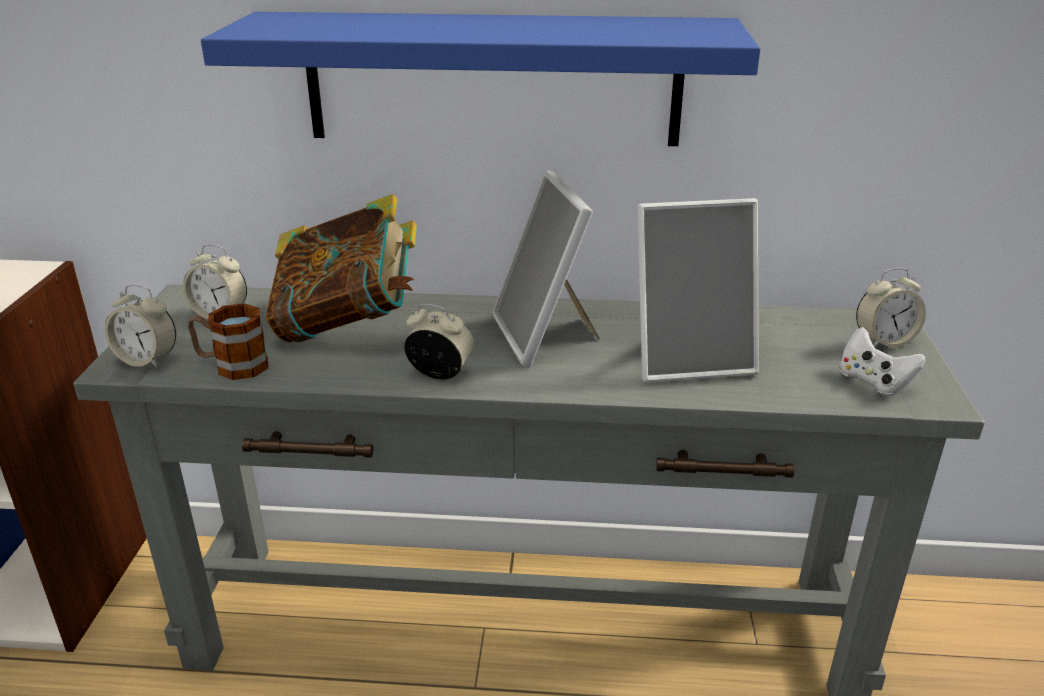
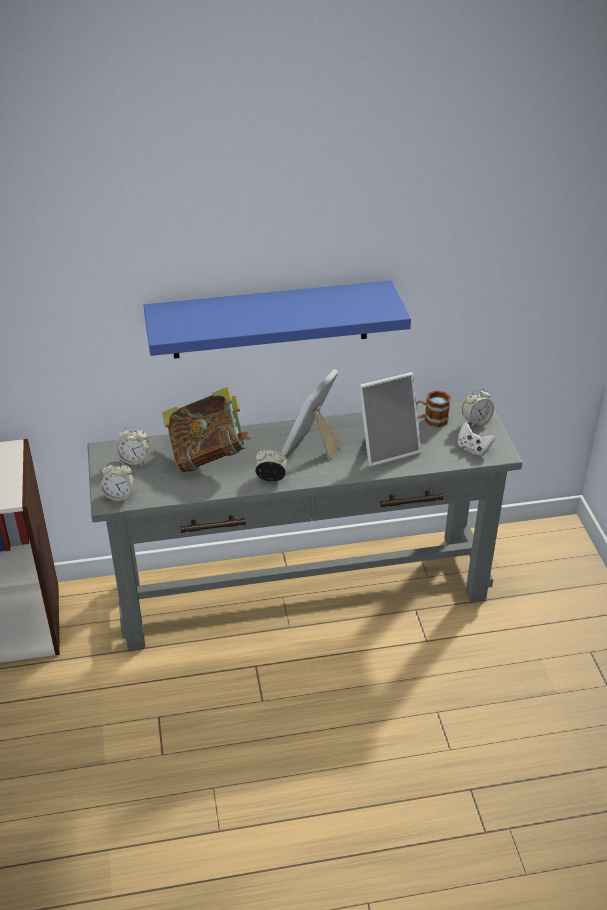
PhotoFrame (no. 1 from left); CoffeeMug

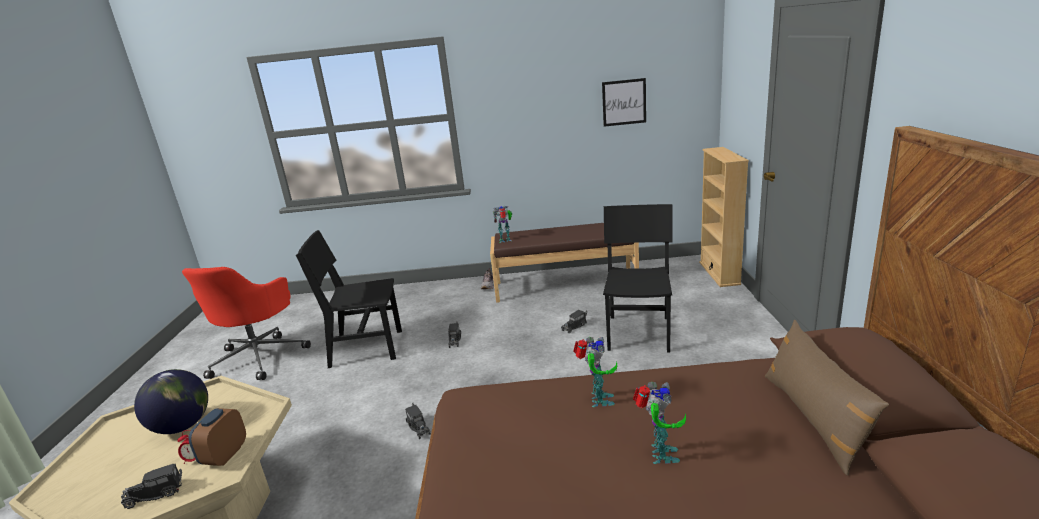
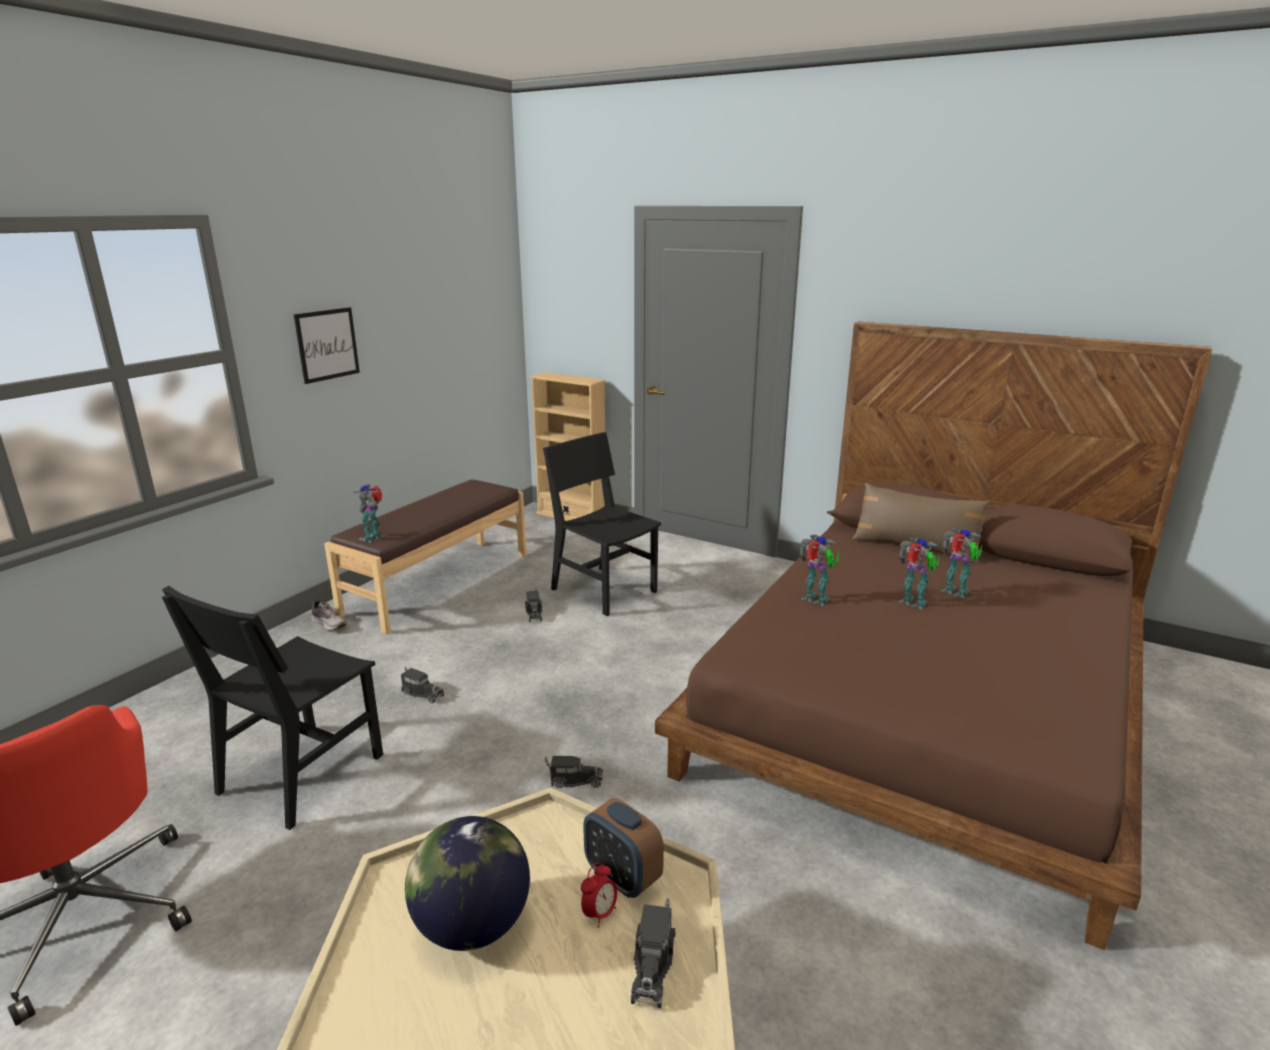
WallPicture; ModelRobot (no. 4 from left)

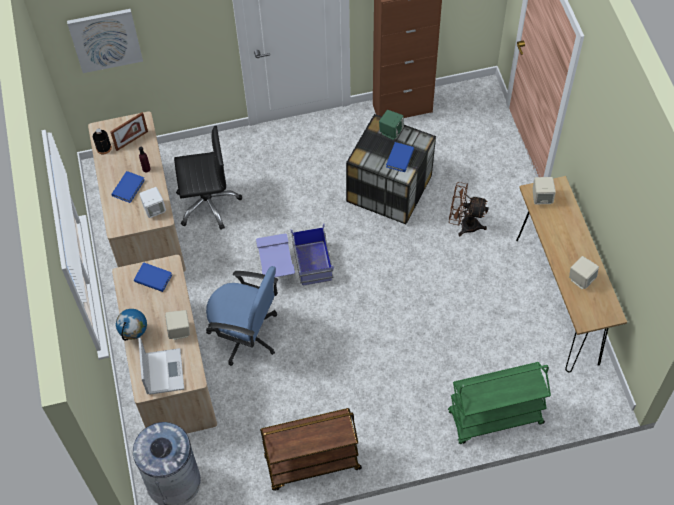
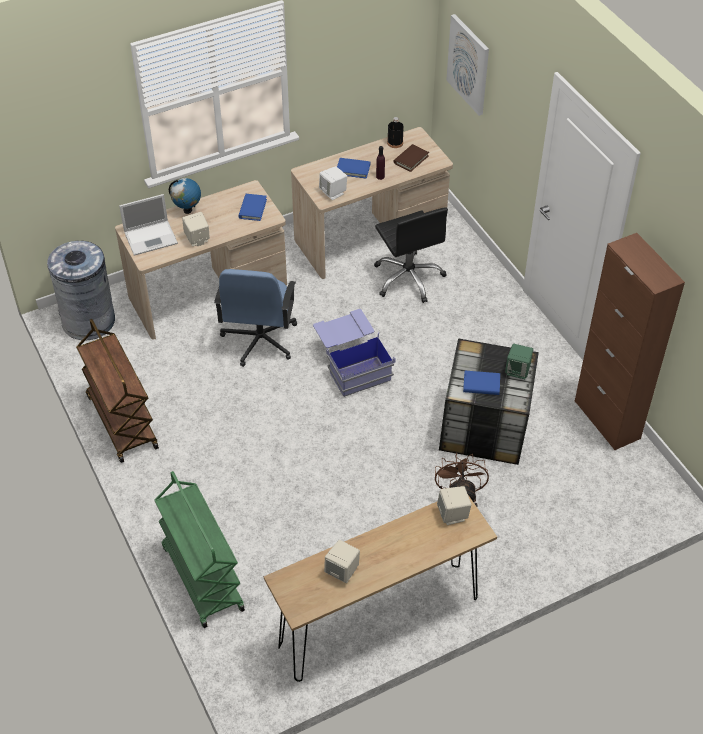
BrownVolume

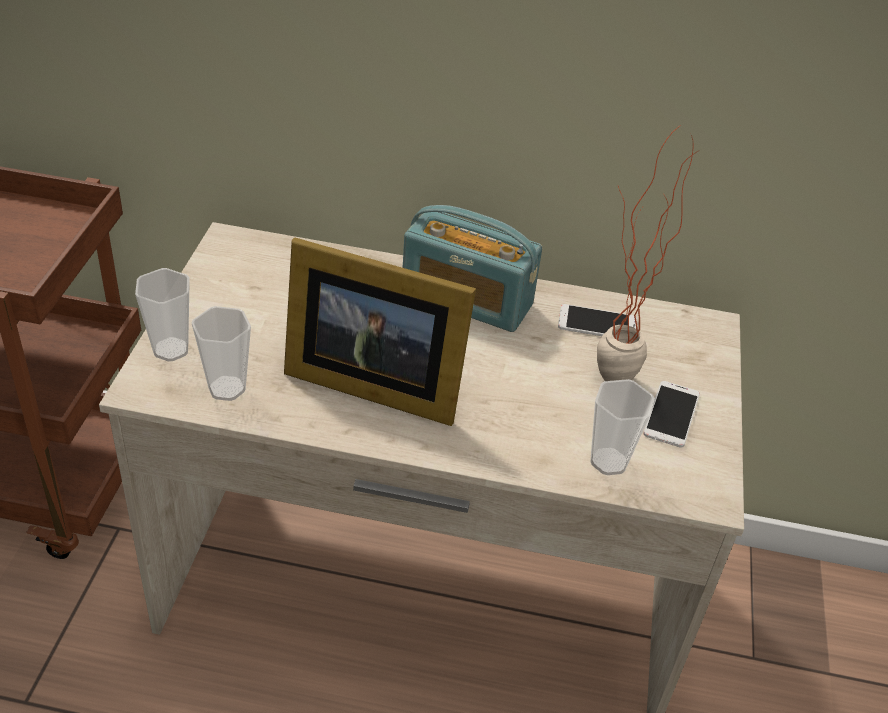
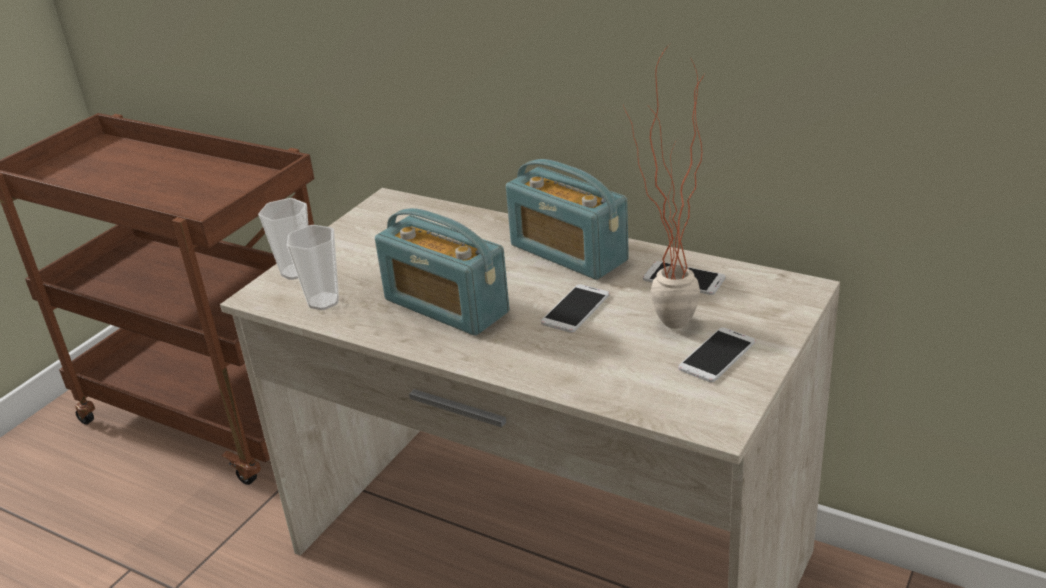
RadioSet (no. 1 from left); Handset (no. 1 from left); Cup (no. 3 from left in the first image)

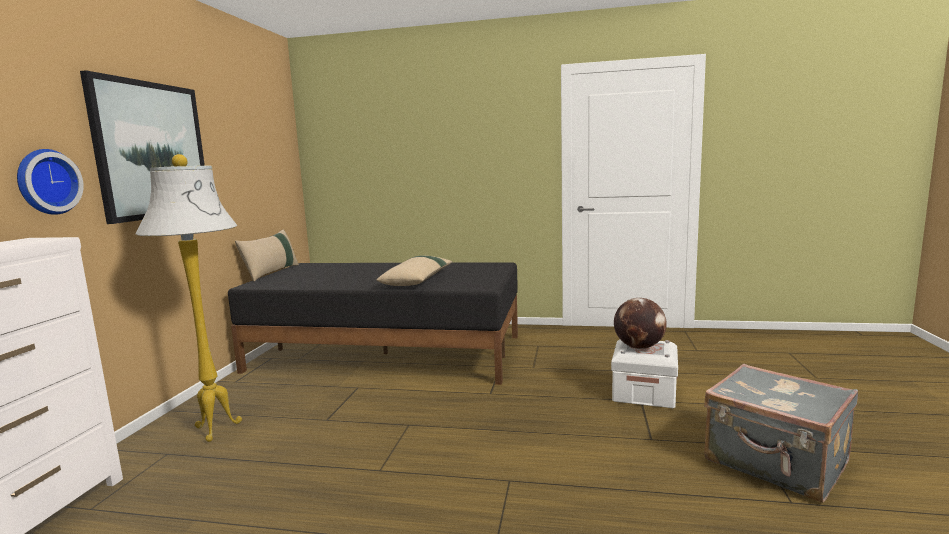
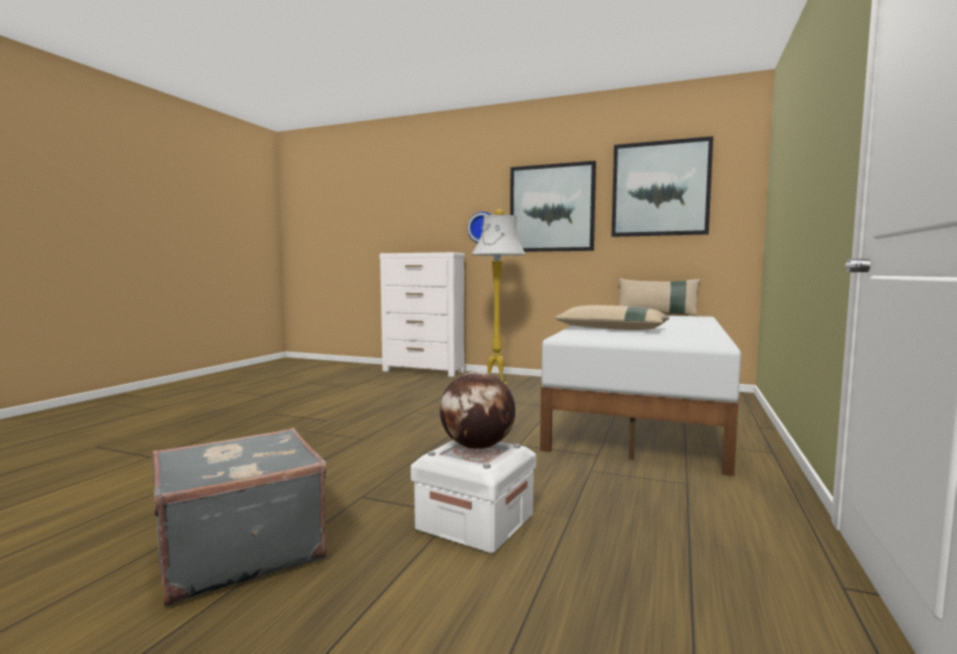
WhiteSleepingBed; WallPicture (no. 2 from left)

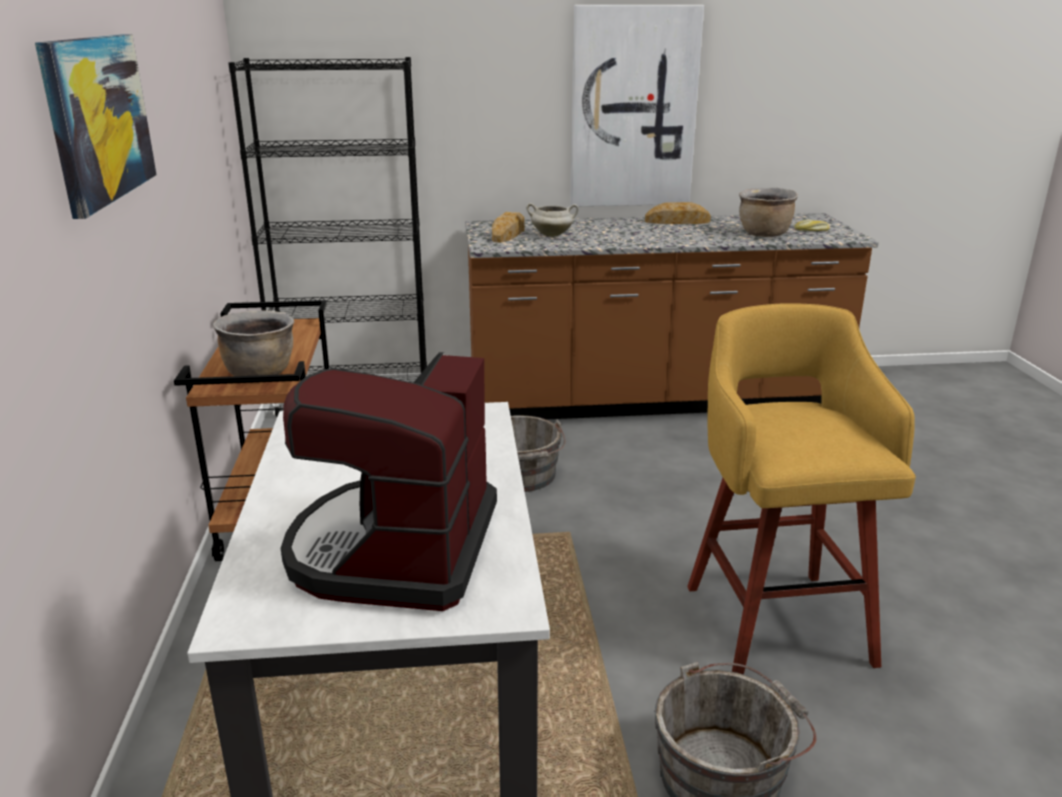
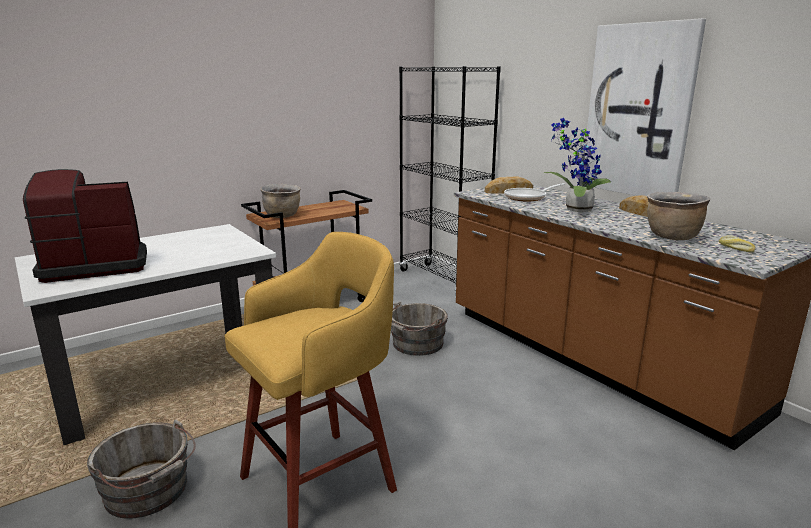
Pan; Houseplant; WallPicture (no. 1 from left in the first image)

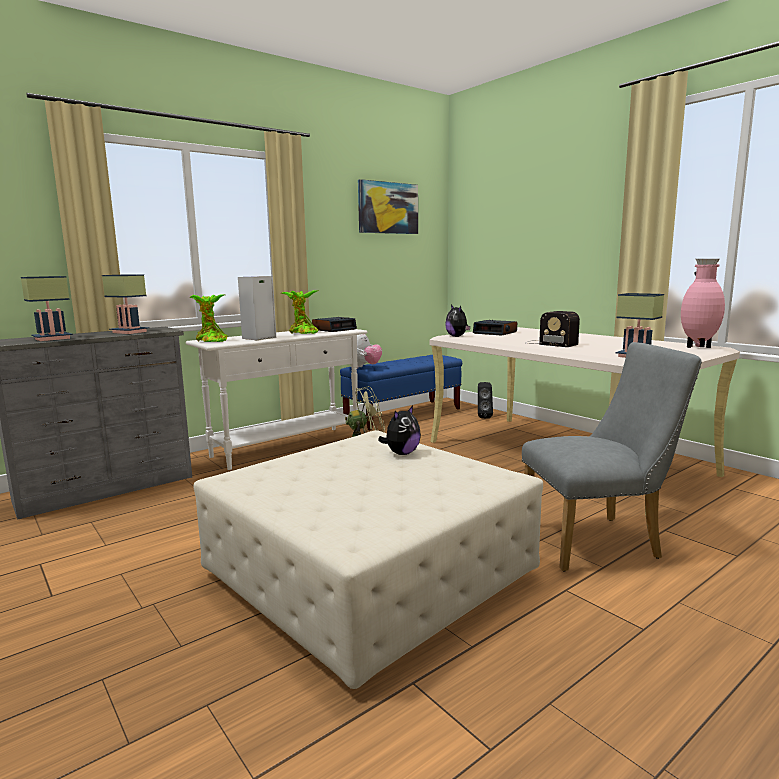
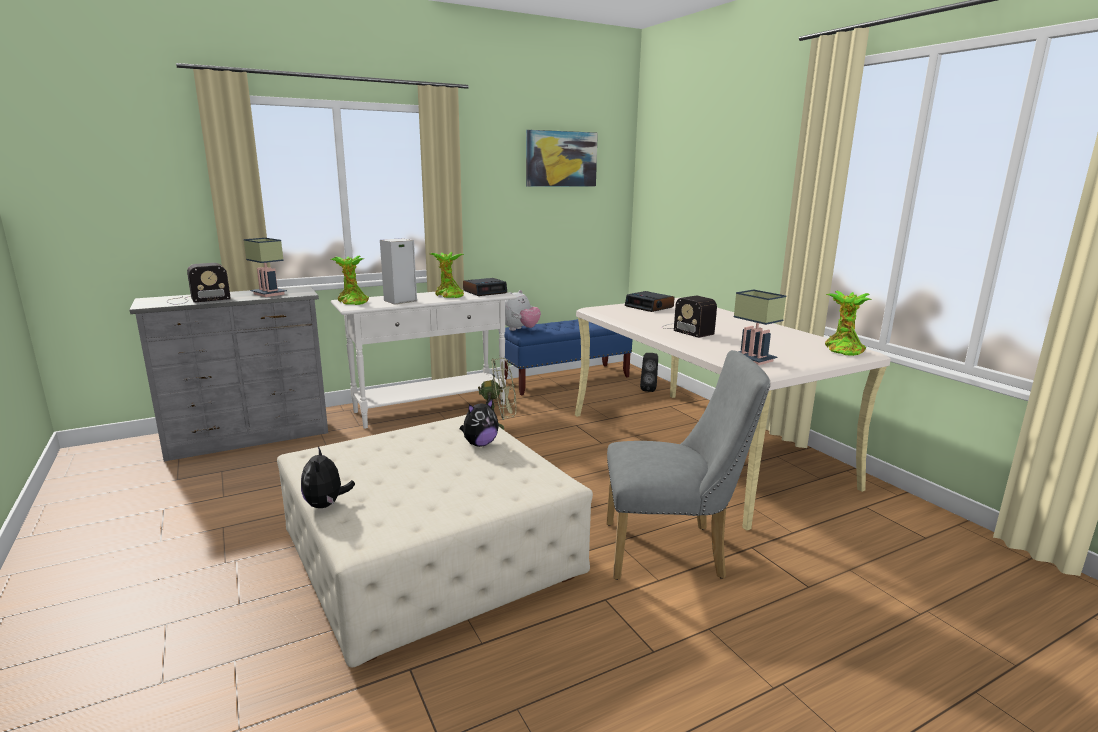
RadioSet (no. 1 from left); SoftToy (no. 1 from left); Houseplant (no. 3 from left)

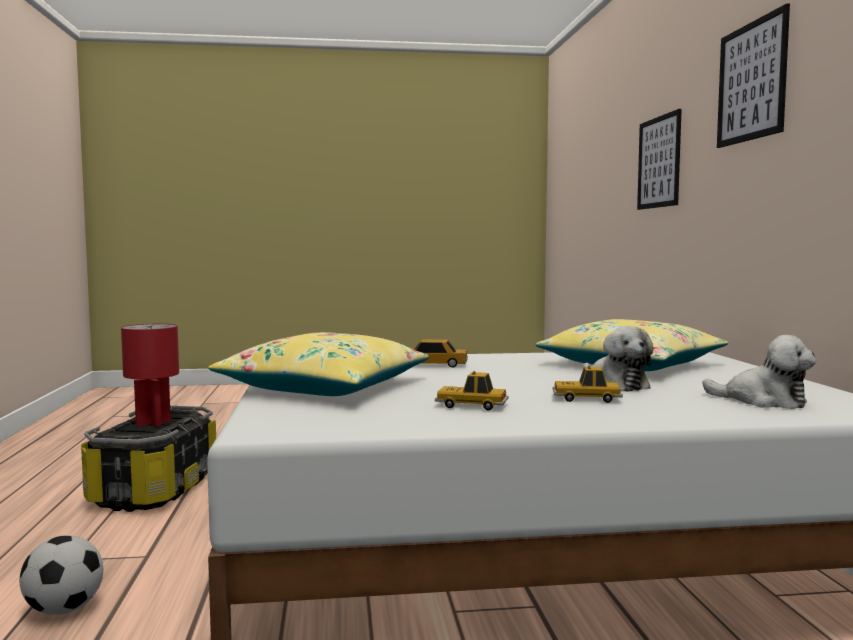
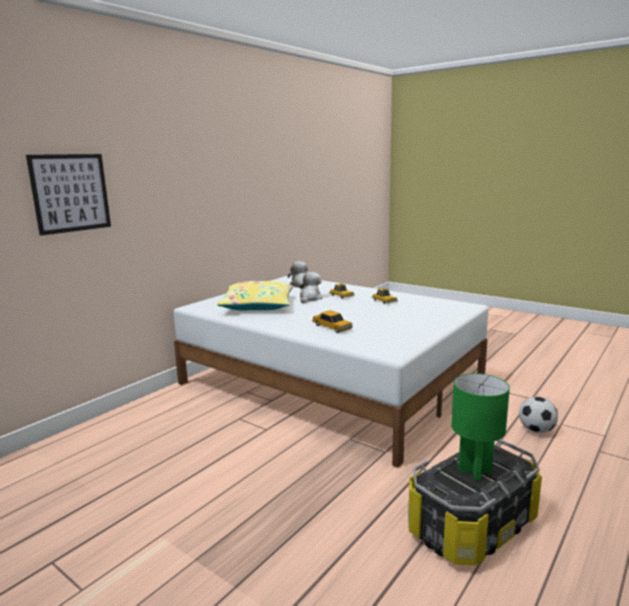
GreenColouredTableLamp; YellowishCushion (no. 1 from left in the first image); WallPicture (no. 2 from left in the first image)

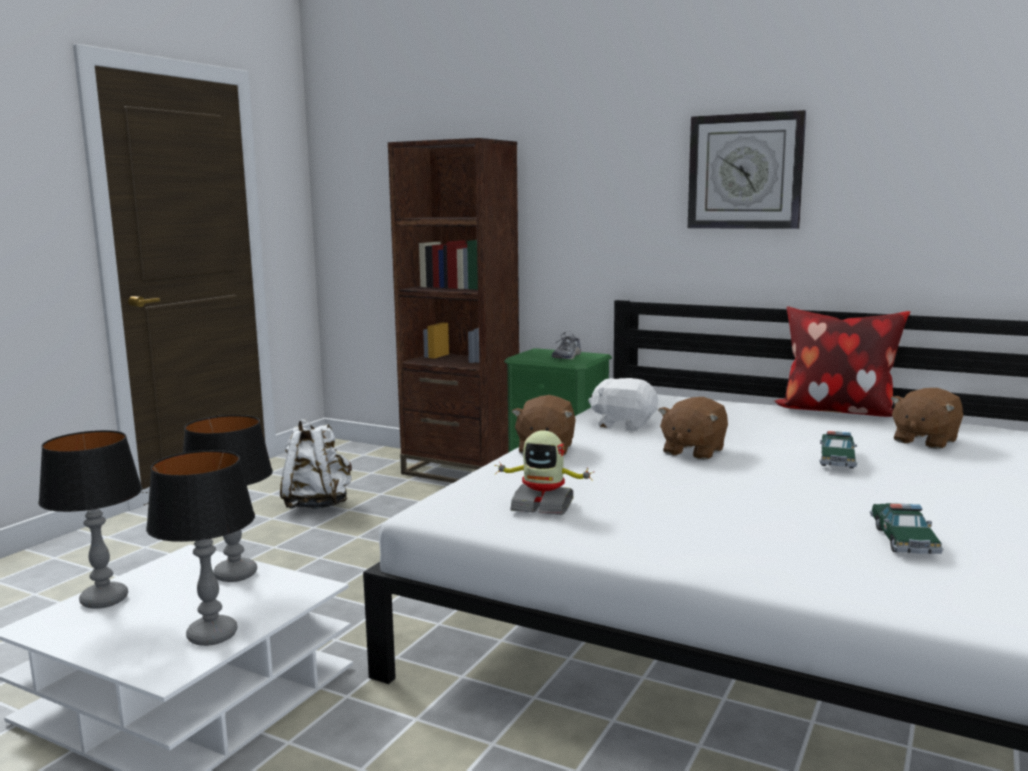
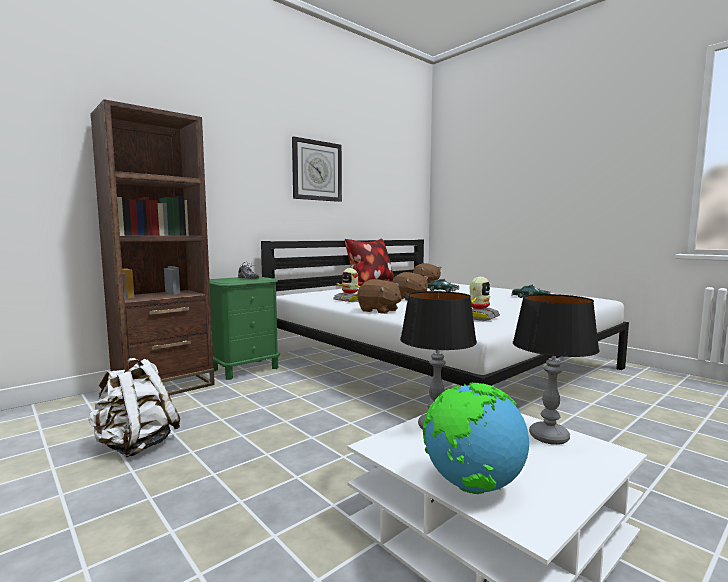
ModelRobot (no. 1 from left); WorldGlobe

